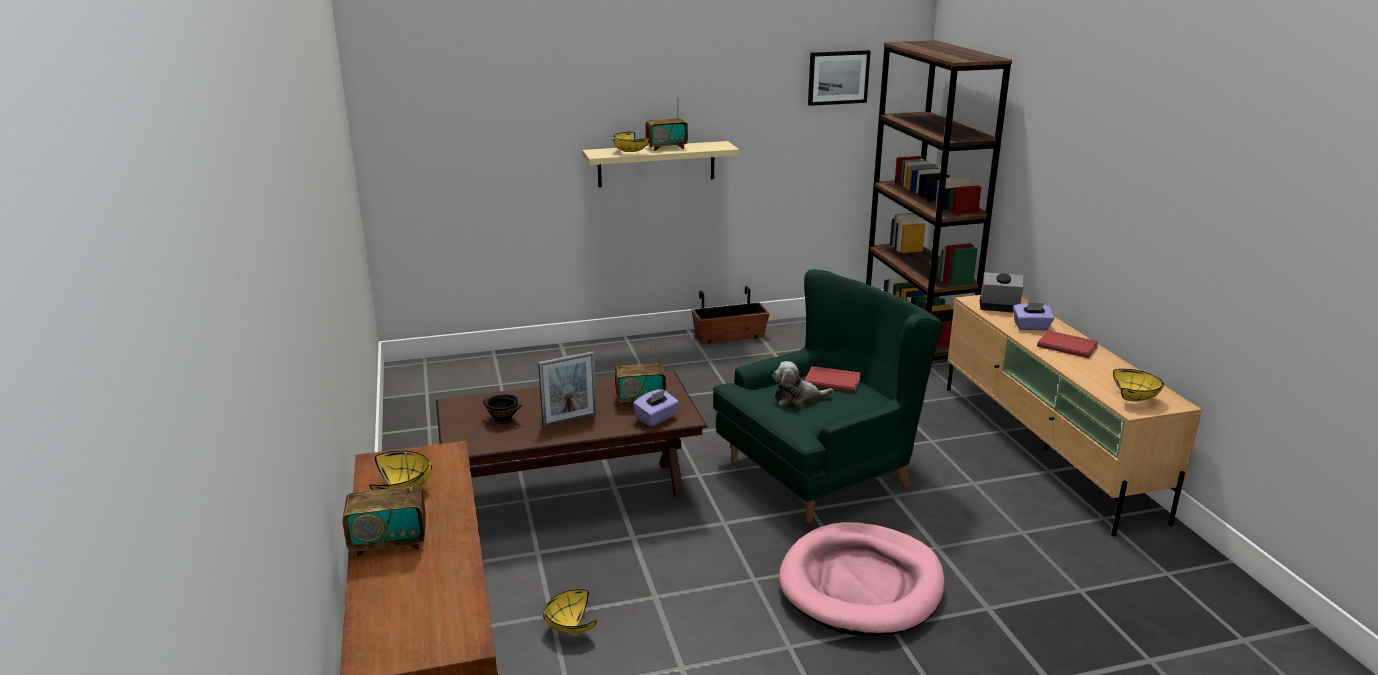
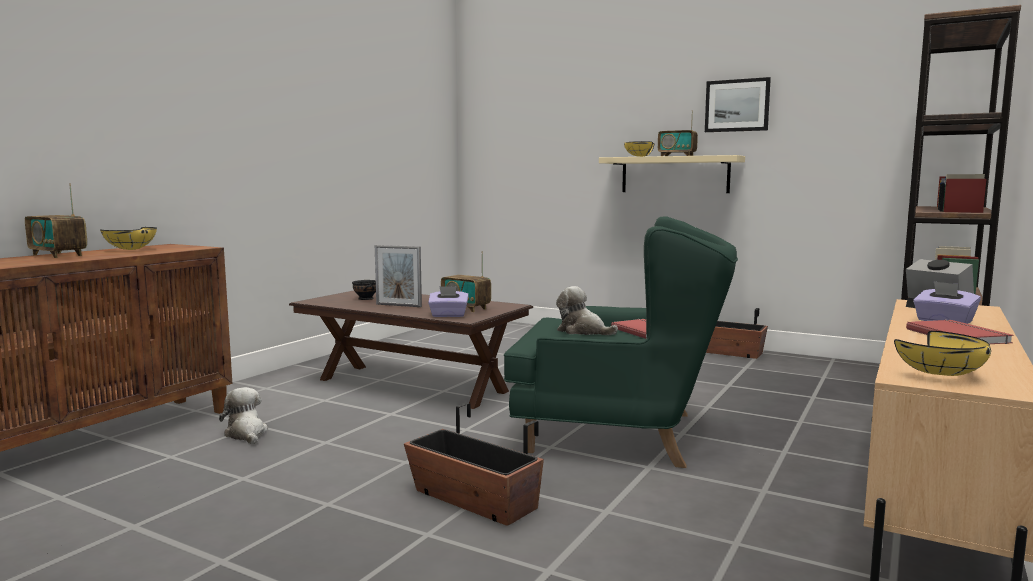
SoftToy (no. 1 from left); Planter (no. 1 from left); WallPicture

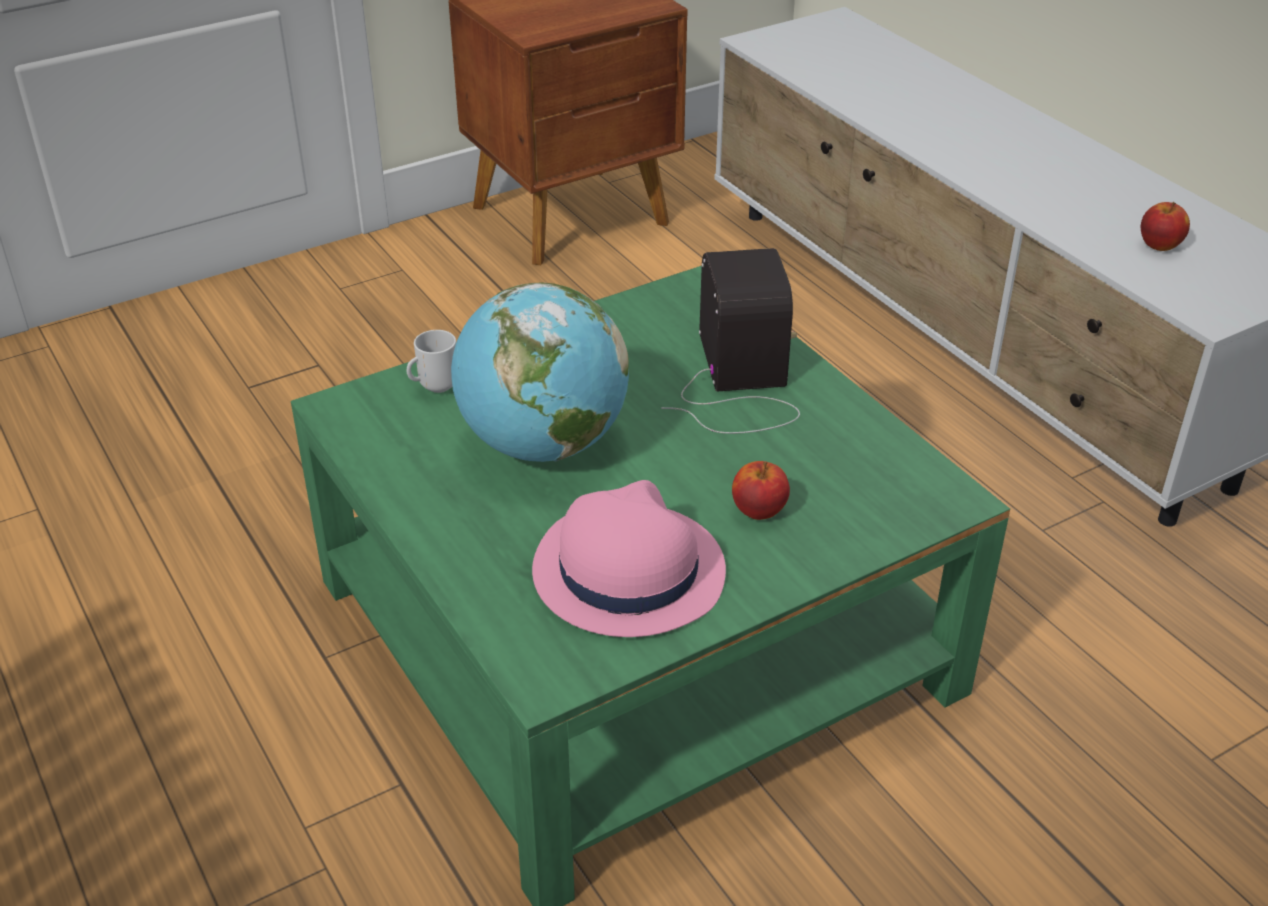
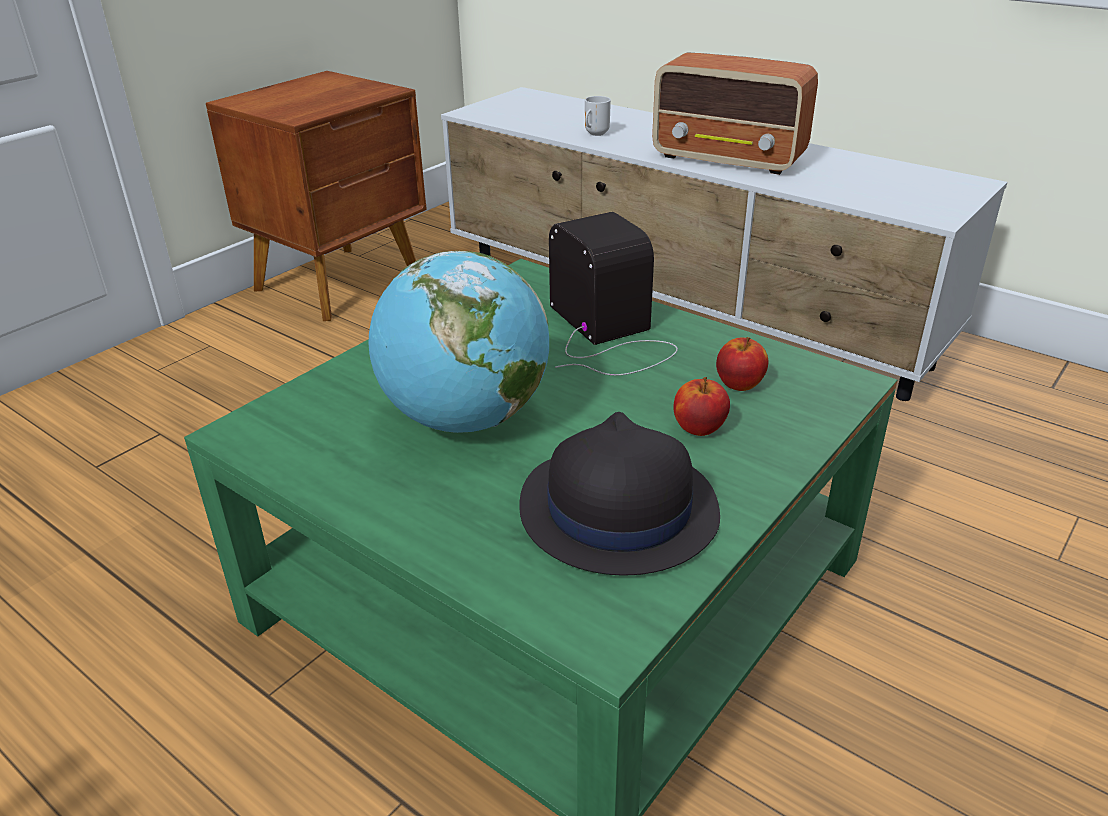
BlackClothingHat; CoffeeMug; RadioSet (no. 2 from left); WholeApple (no. 2 from left)

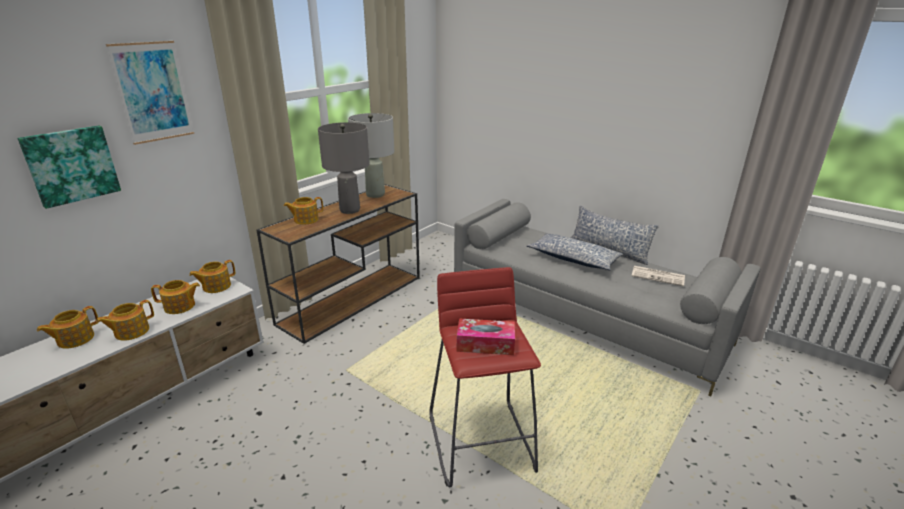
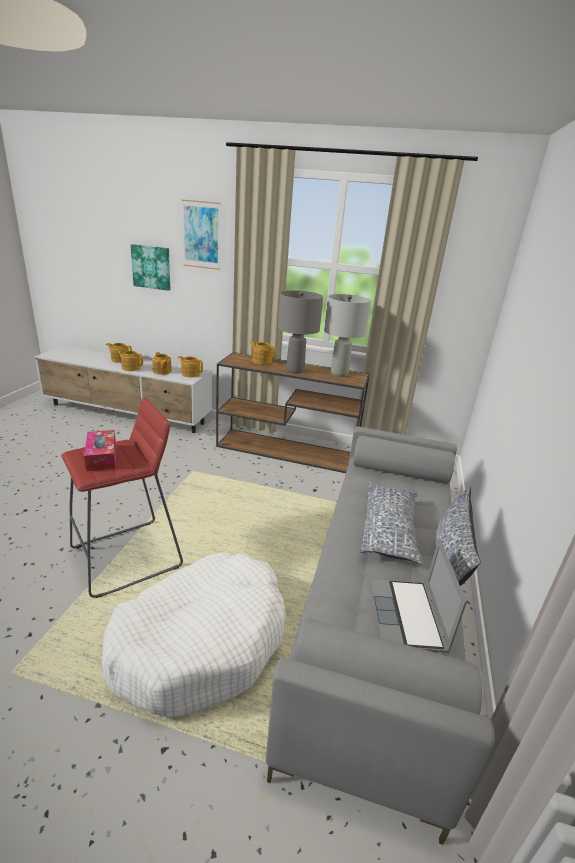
WhiteDogCushion; PortableComputer

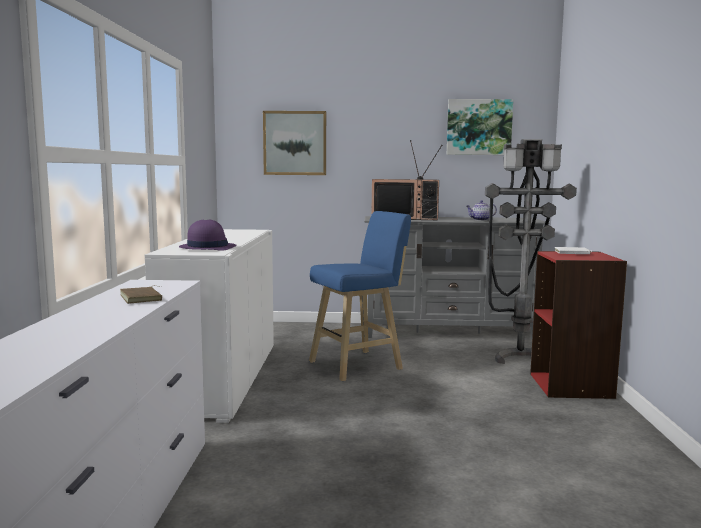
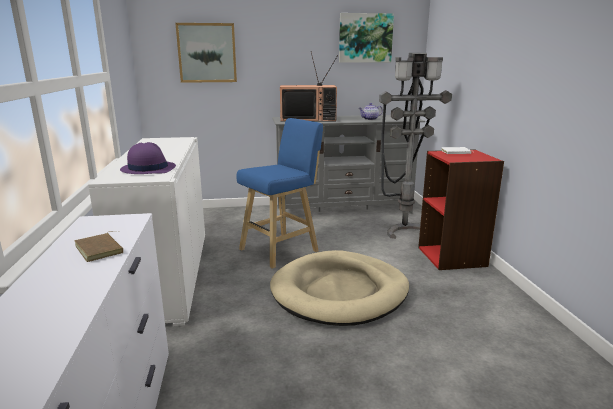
SandColouredDogCushion

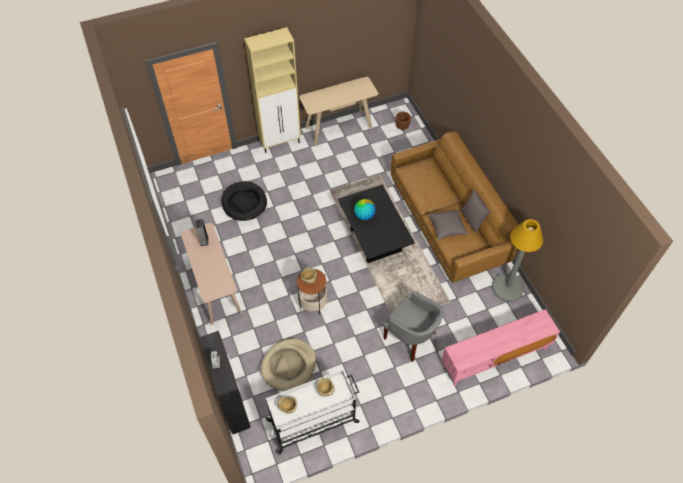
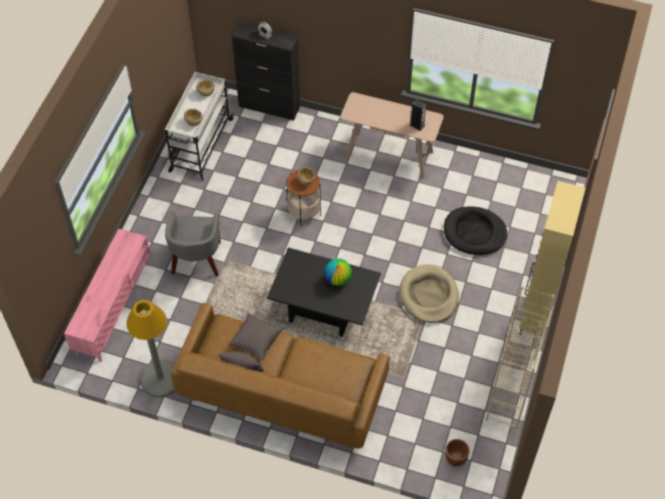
GreyishEasyChair; SandColouredDogCushion; SandColouredBookcase

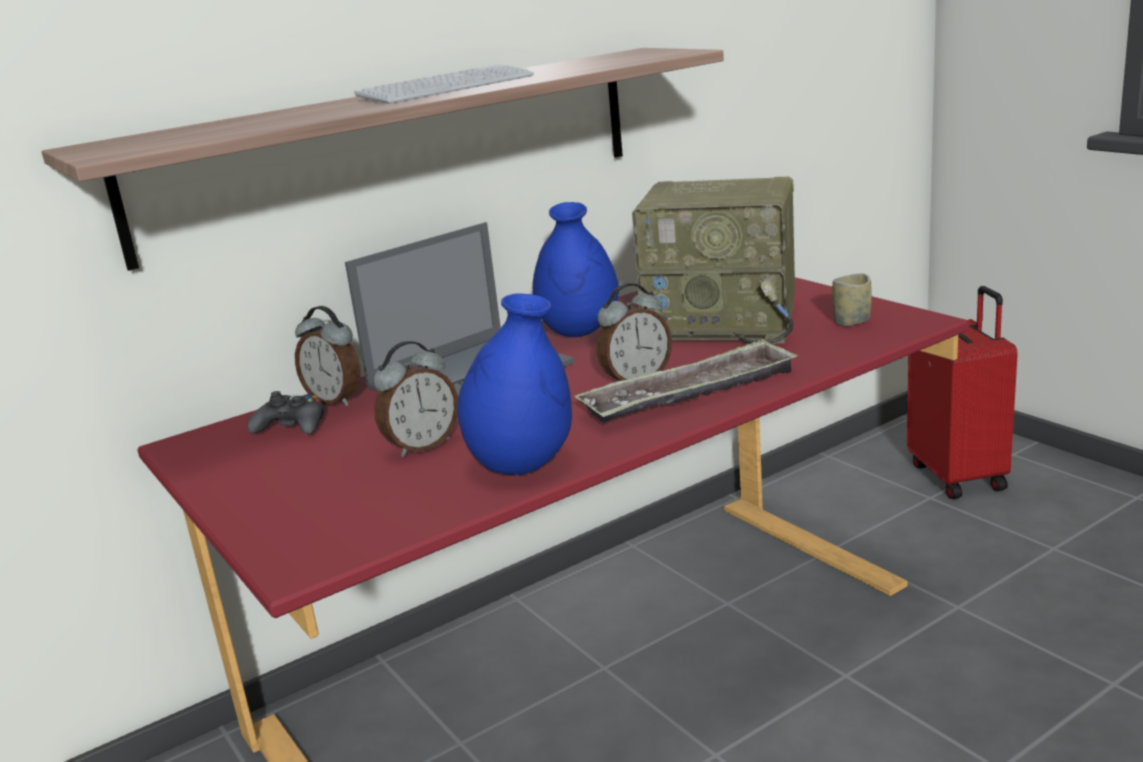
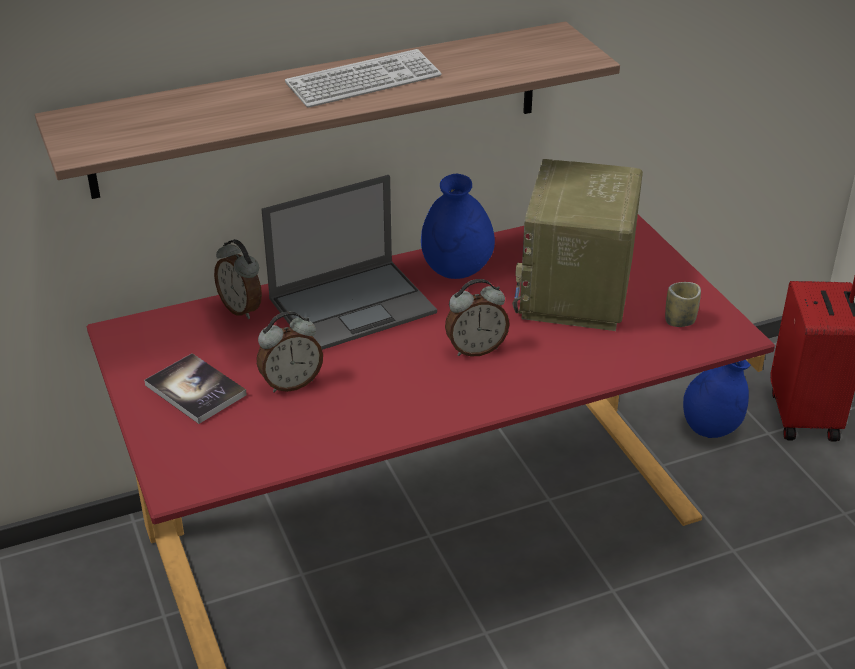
Volume; RadioSet; BlueColouredDecorativeVase (no. 2 from left); BlackGamepad; CarryingTray

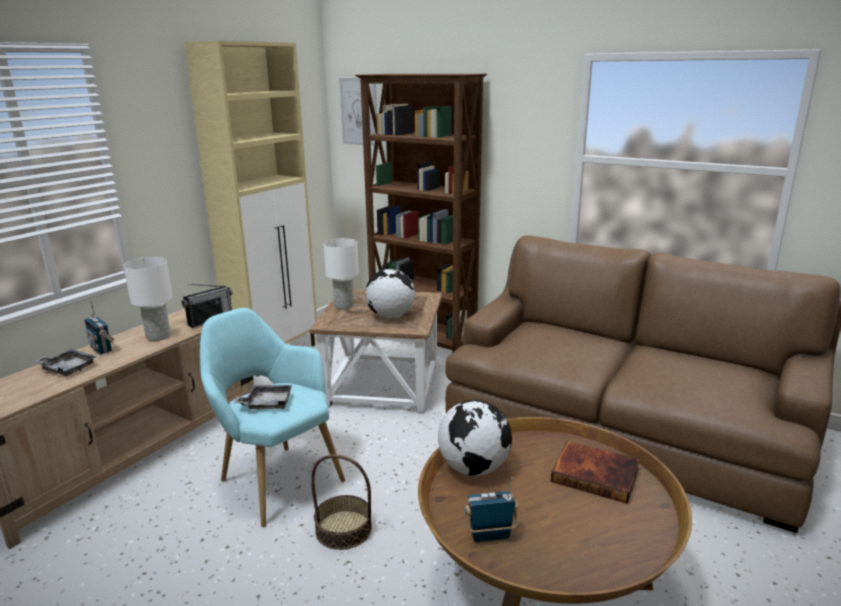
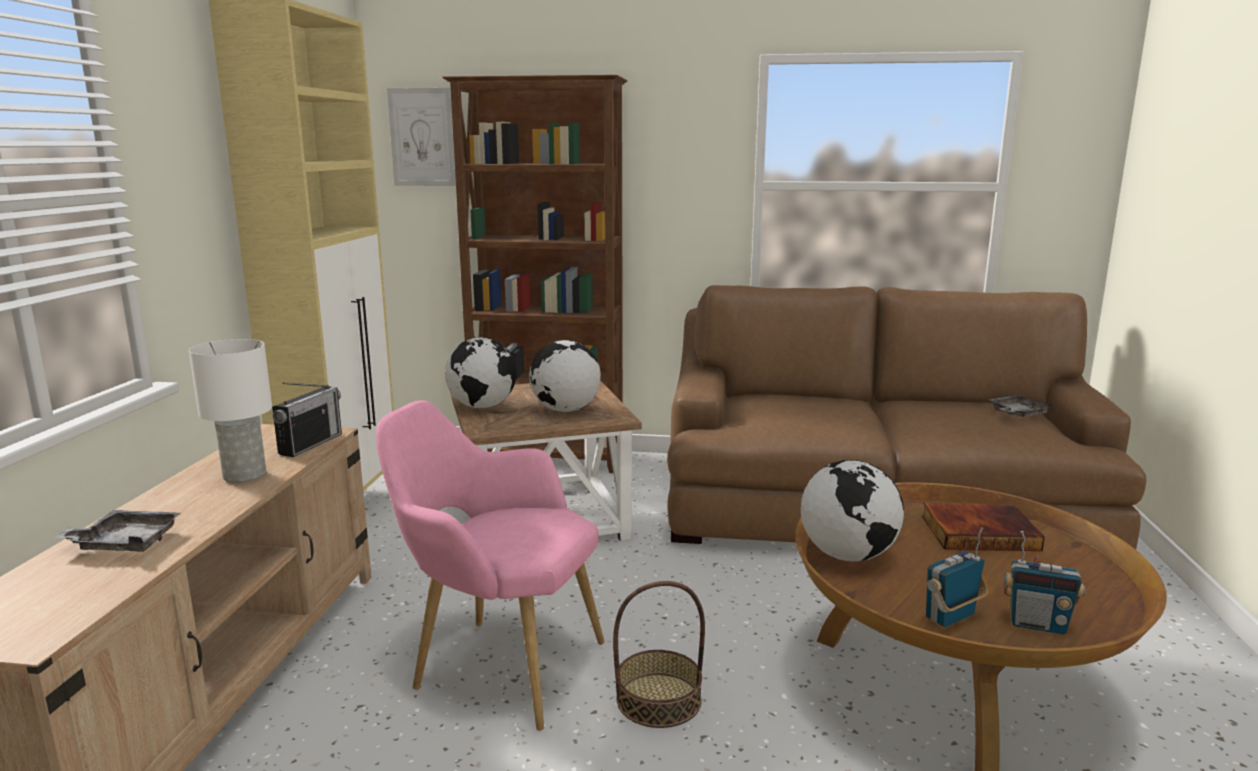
PinkishEasyChair; WorldGlobe (no. 1 from left); GreyishCarryingTray (no. 2 from left); RadioSet (no. 3 from left)

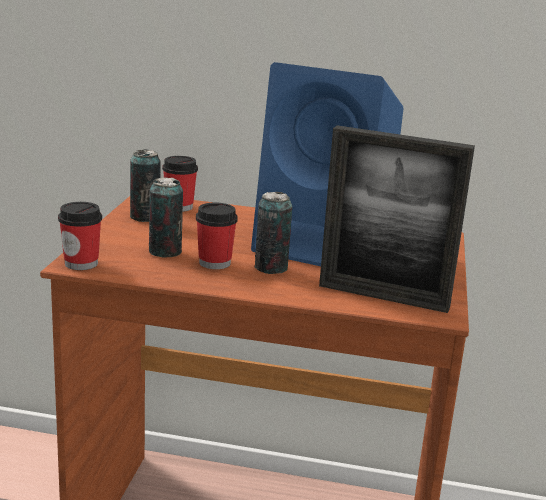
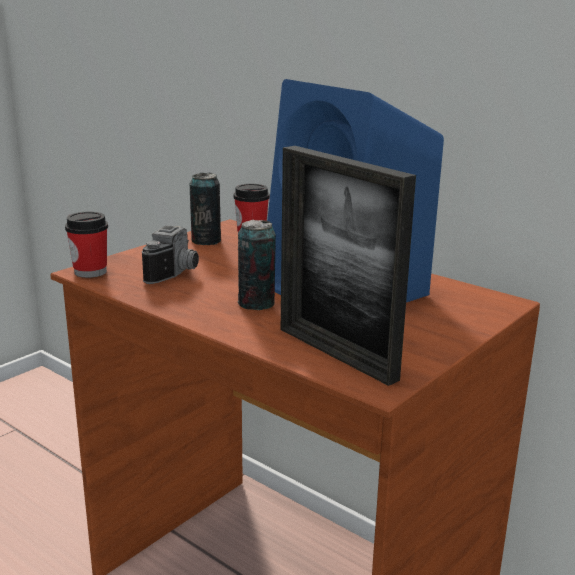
StillCamera; Cup (no. 3 from left in the first image)

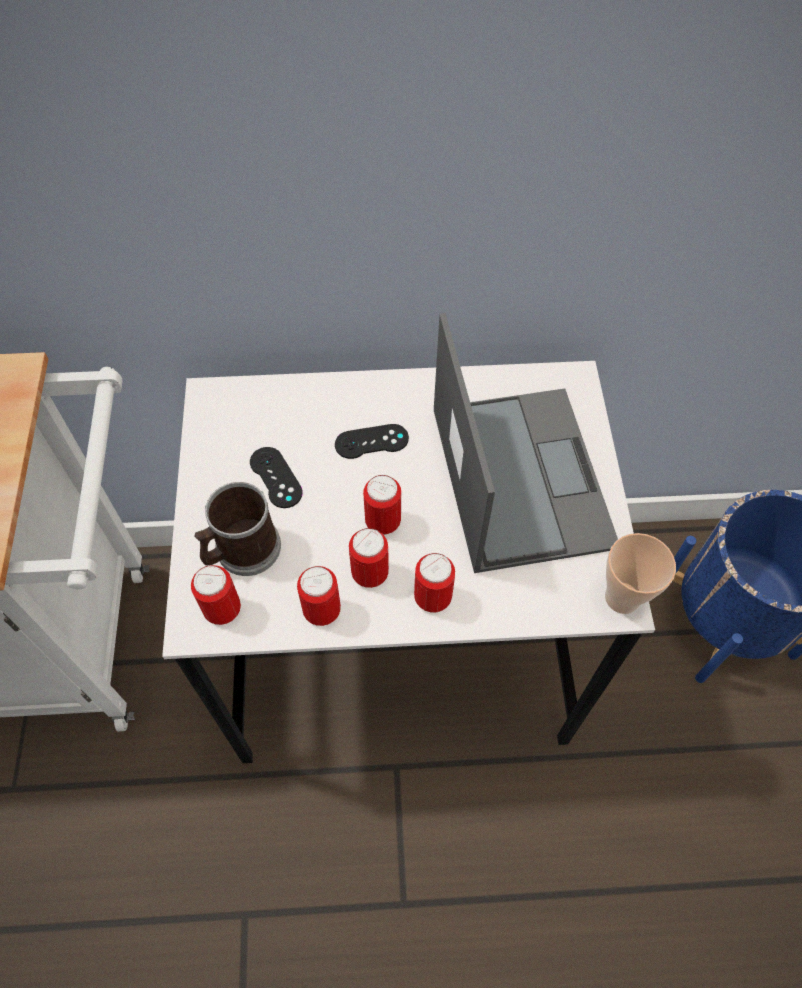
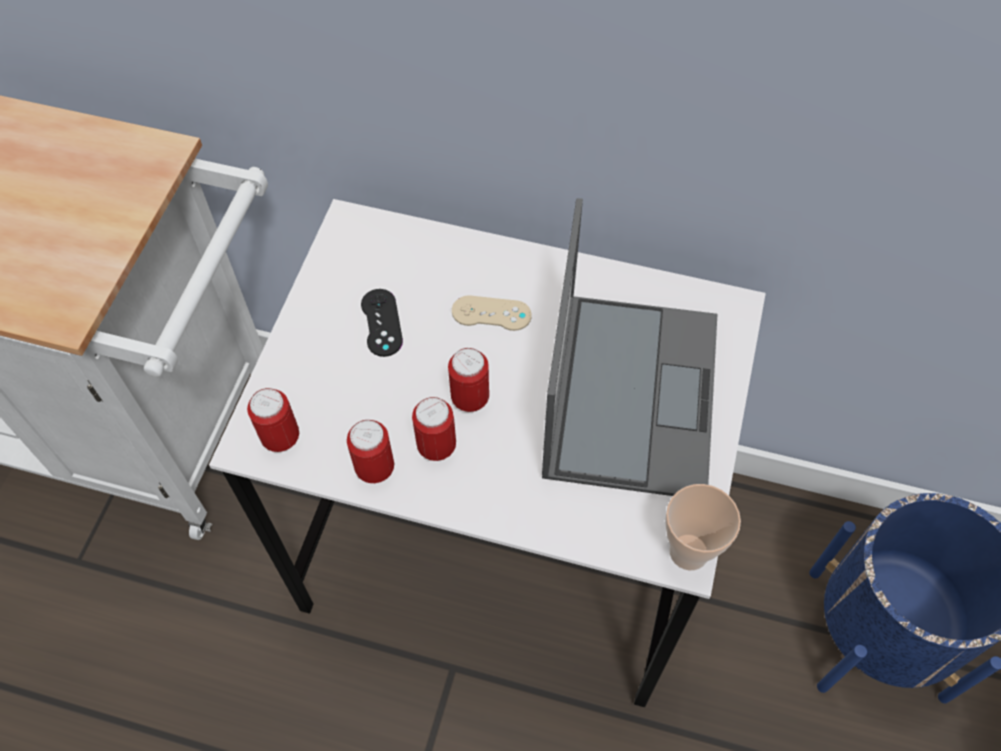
SandColouredGamepad; CoffeeMug; SealedCan (no. 5 from left in the first image)

